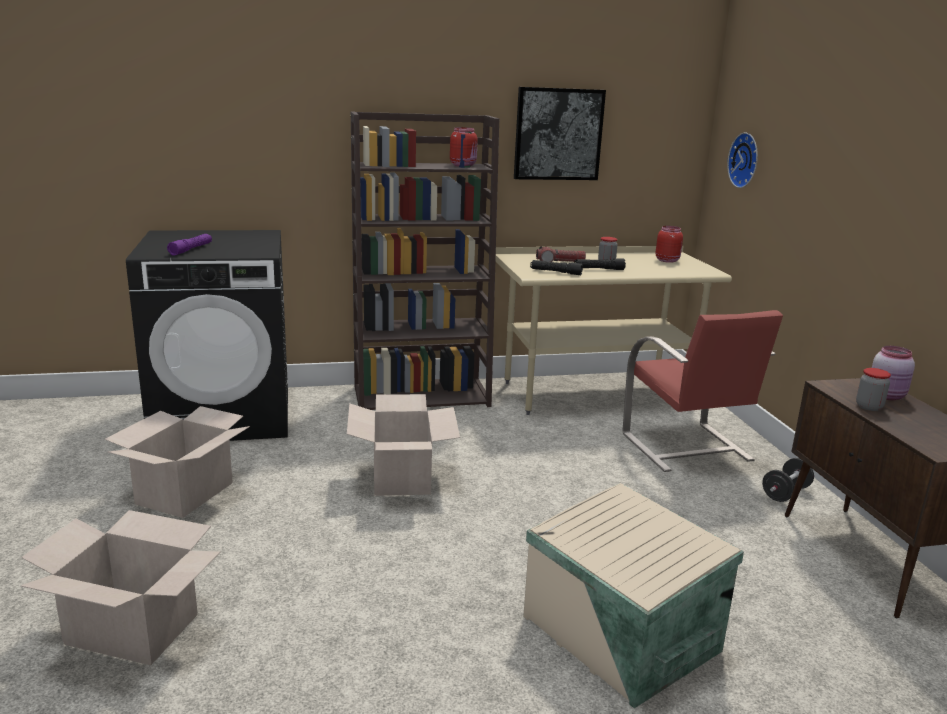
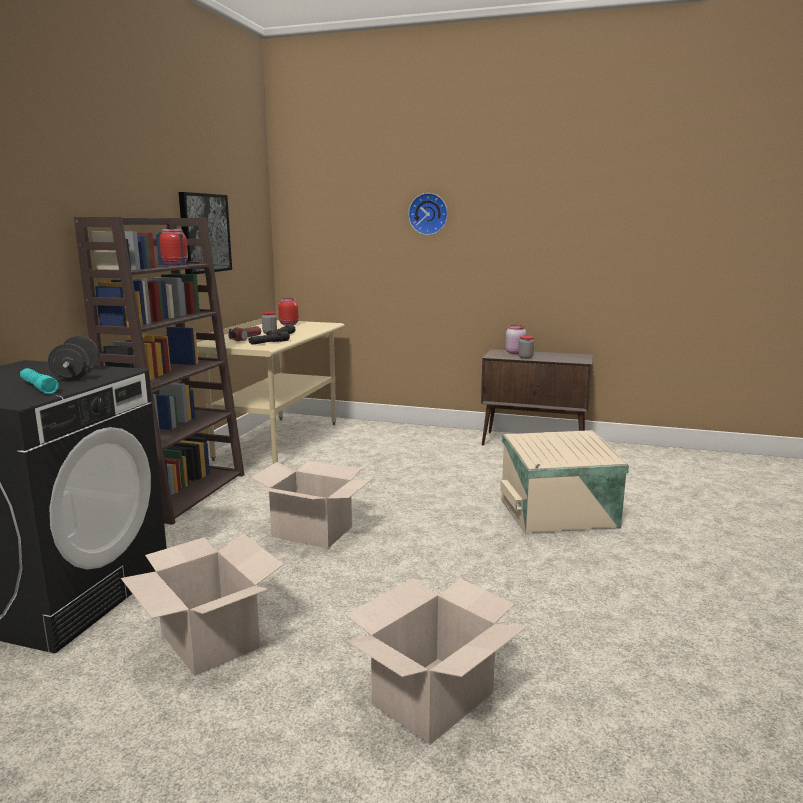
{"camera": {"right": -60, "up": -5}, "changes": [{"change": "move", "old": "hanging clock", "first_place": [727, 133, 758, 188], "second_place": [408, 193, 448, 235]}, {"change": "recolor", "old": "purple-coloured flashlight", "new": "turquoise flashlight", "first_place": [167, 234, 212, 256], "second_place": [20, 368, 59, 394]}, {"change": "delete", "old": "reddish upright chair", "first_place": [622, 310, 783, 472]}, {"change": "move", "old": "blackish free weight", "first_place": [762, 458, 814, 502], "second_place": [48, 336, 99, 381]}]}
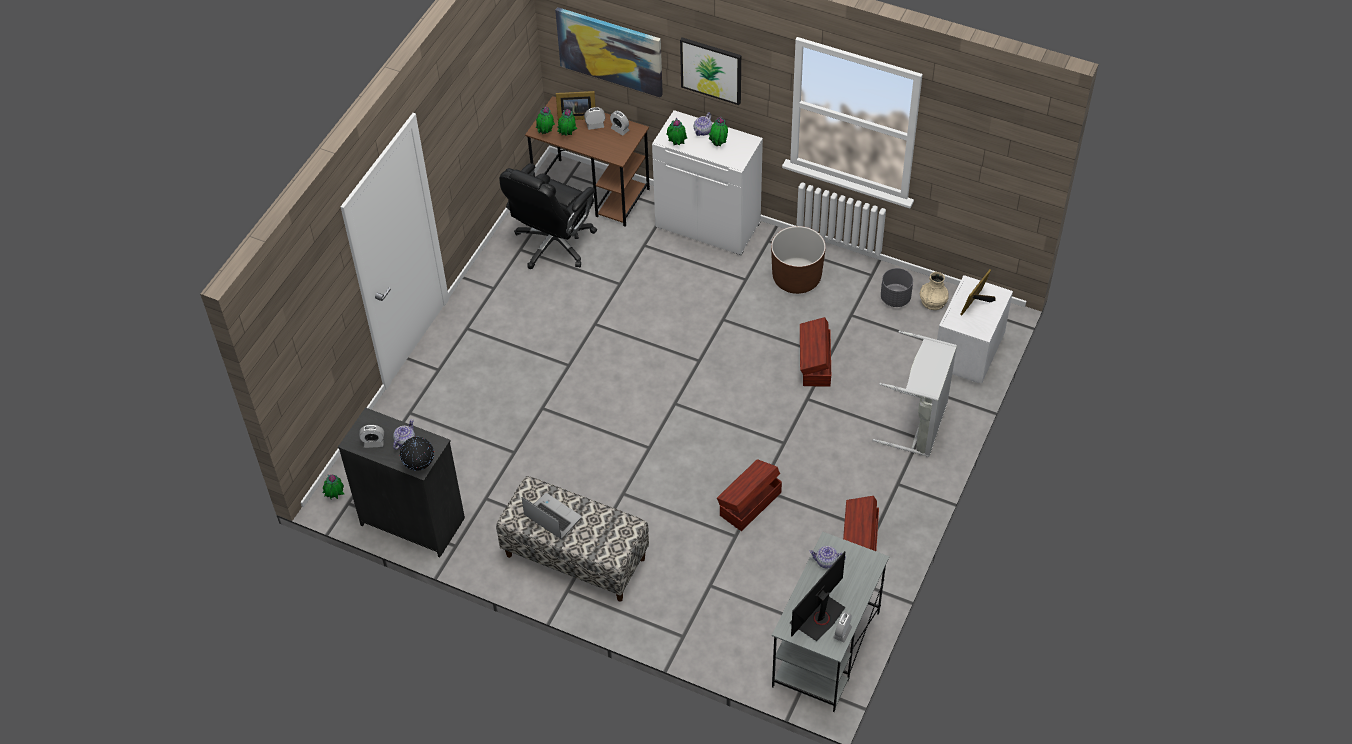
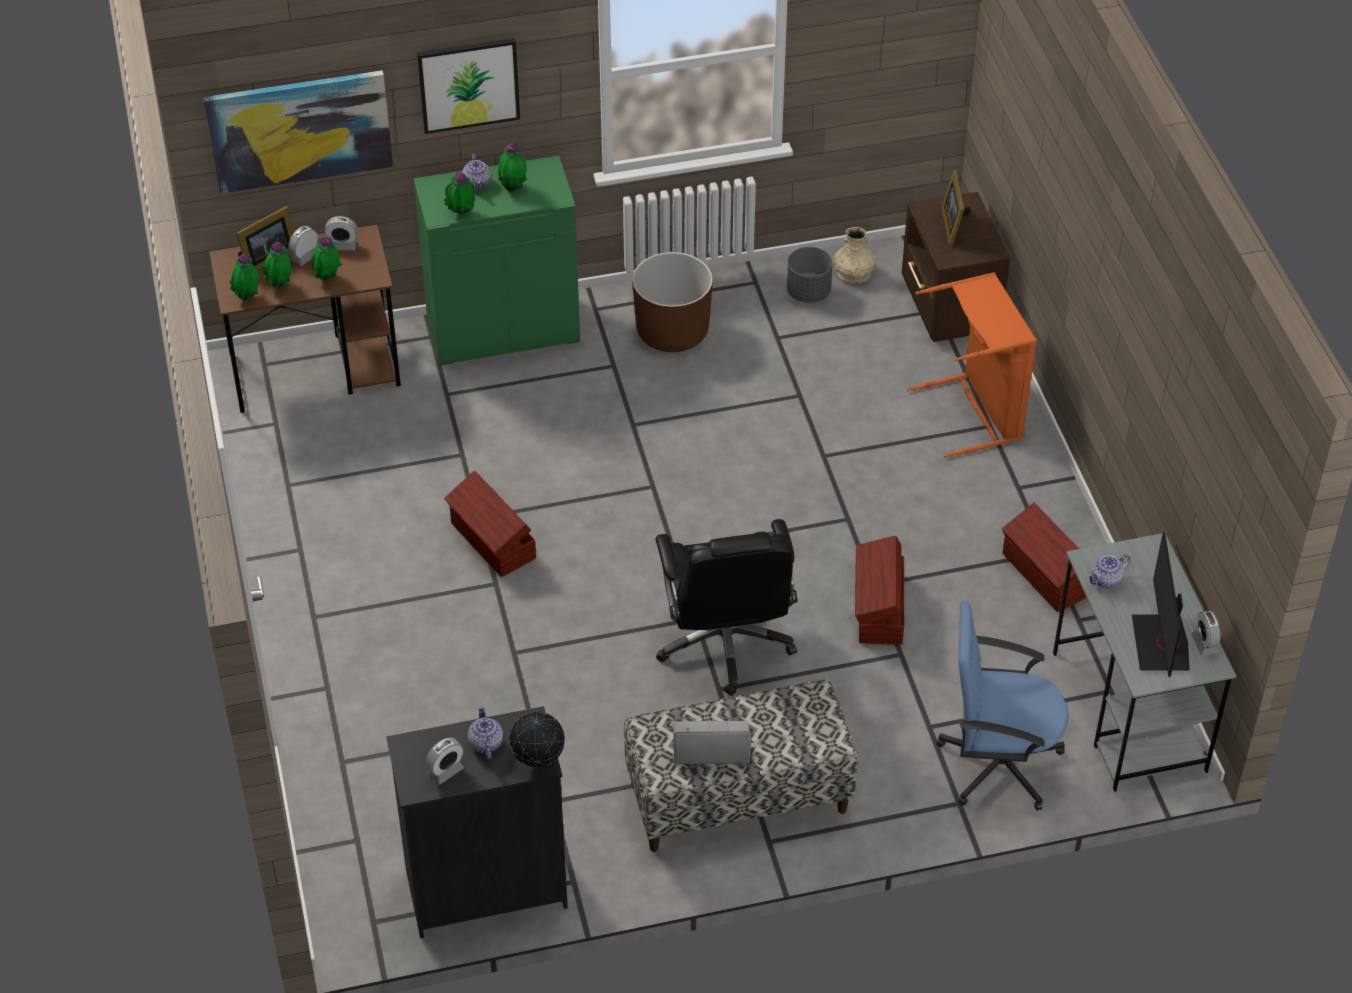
{"camera": {"right": -40, "up": -5}, "changes": [{"change": "recolor", "old": "white cupboard", "new": "green cupboard", "first_place": [652, 110, 763, 255], "second_place": [414, 156, 580, 366]}, {"change": "move", "old": "blackish computer chair", "first_place": [499, 163, 597, 269], "second_place": [656, 519, 797, 696]}, {"change": "recolor", "old": "white nightstand", "new": "brown nightstand", "first_place": [937, 275, 1013, 383], "second_place": [902, 192, 1010, 342]}, {"change": "move", "old": "brown storage bin", "first_place": [800, 317, 831, 387], "second_place": [444, 470, 536, 577]}, {"change": "recolor", "old": "grey hamper", "new": "orangey hamper", "first_place": [873, 330, 957, 457], "second_place": [906, 272, 1037, 458]}, {"change": "move", "old": "plant in a pot", "first_place": [322, 474, 344, 499], "second_place": [311, 236, 342, 280]}, {"change": "insert", "new": "bluish computer chair", "second_place": [936, 601, 1069, 811]}]}
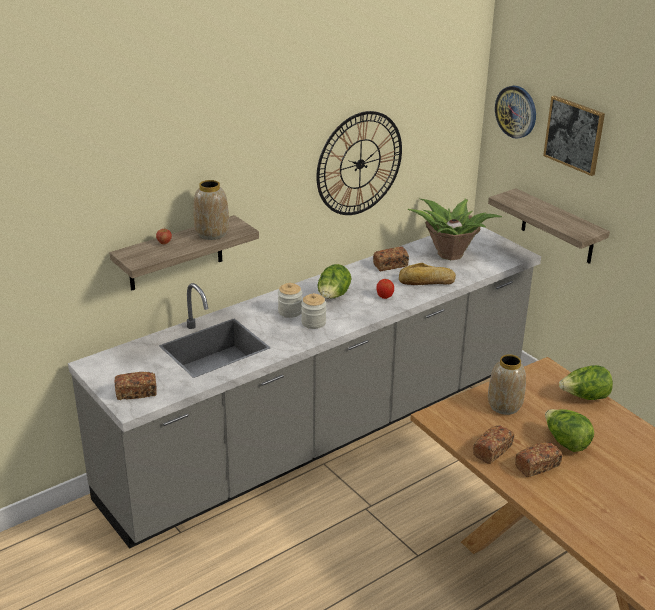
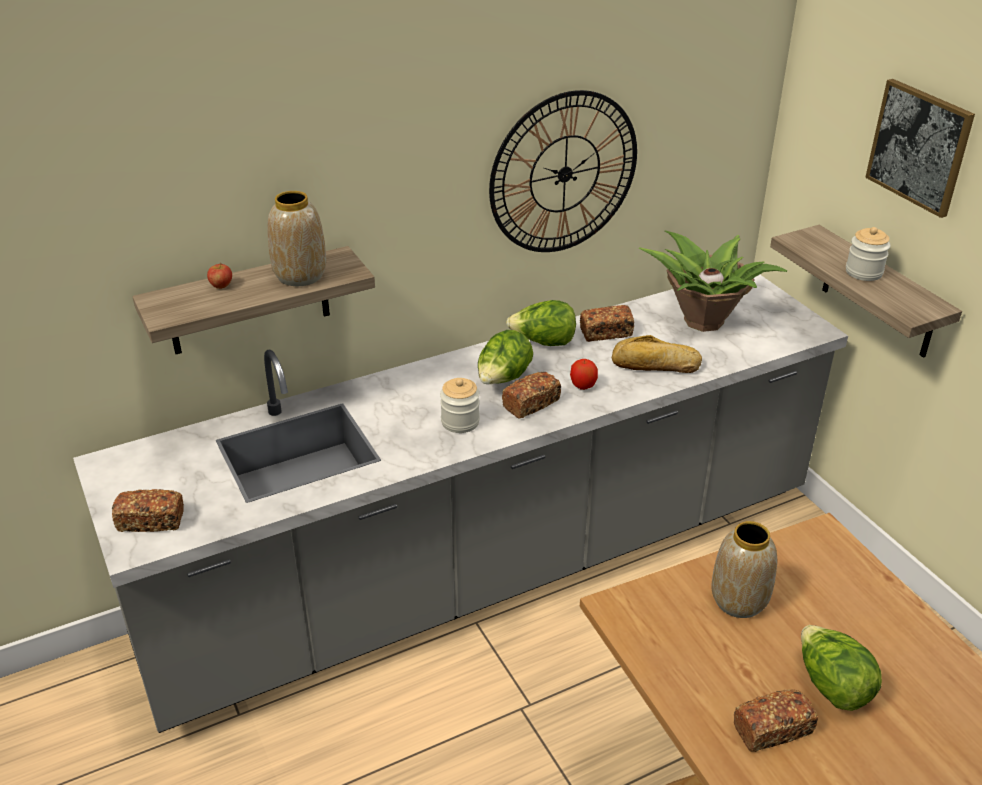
{"camera": {"right": 10, "up": 5}, "changes": [{"change": "delete", "old": "hanging clock", "first_place": [495, 86, 536, 139]}, {"change": "move", "old": "preserve jar", "first_place": [278, 283, 302, 318], "second_place": [846, 227, 891, 281]}, {"change": "move", "old": "lettuce head", "first_place": [559, 365, 613, 400], "second_place": [506, 300, 576, 346]}, {"change": "move", "old": "baked bread", "first_place": [473, 425, 514, 464], "second_place": [502, 372, 561, 418]}]}
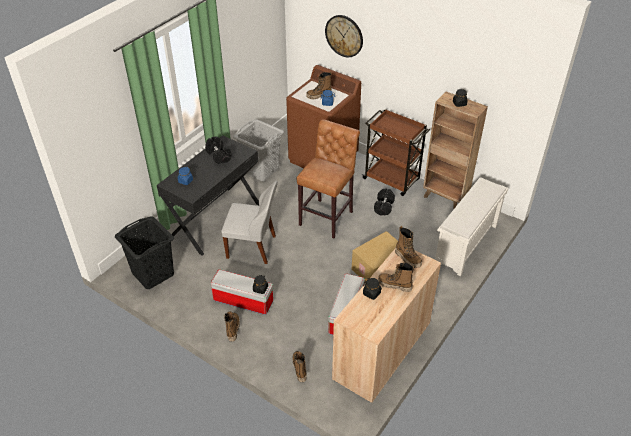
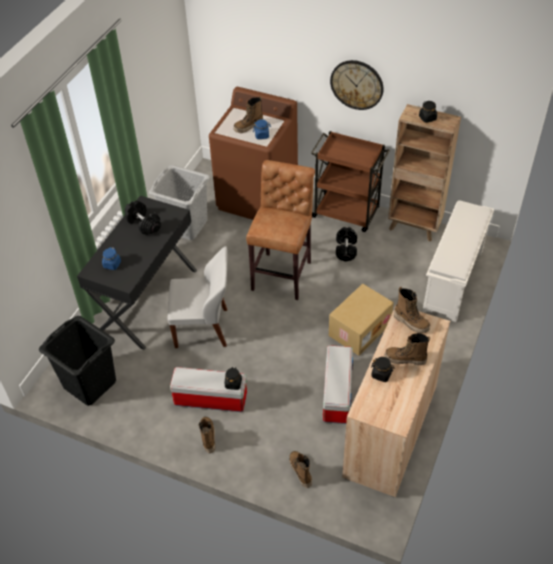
{"camera": {"right": -10, "up": 5}, "changes": [{"change": "move", "old": "hanging clock", "first_place": [325, 15, 363, 57], "second_place": [330, 60, 384, 110]}]}
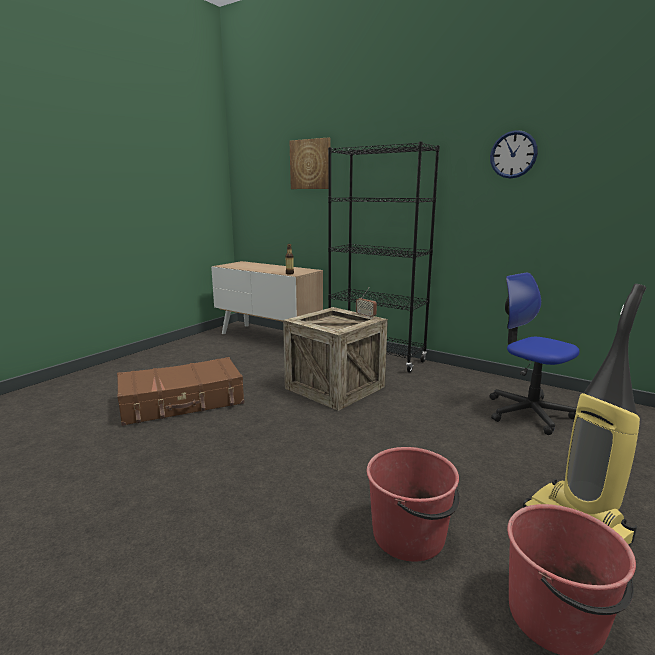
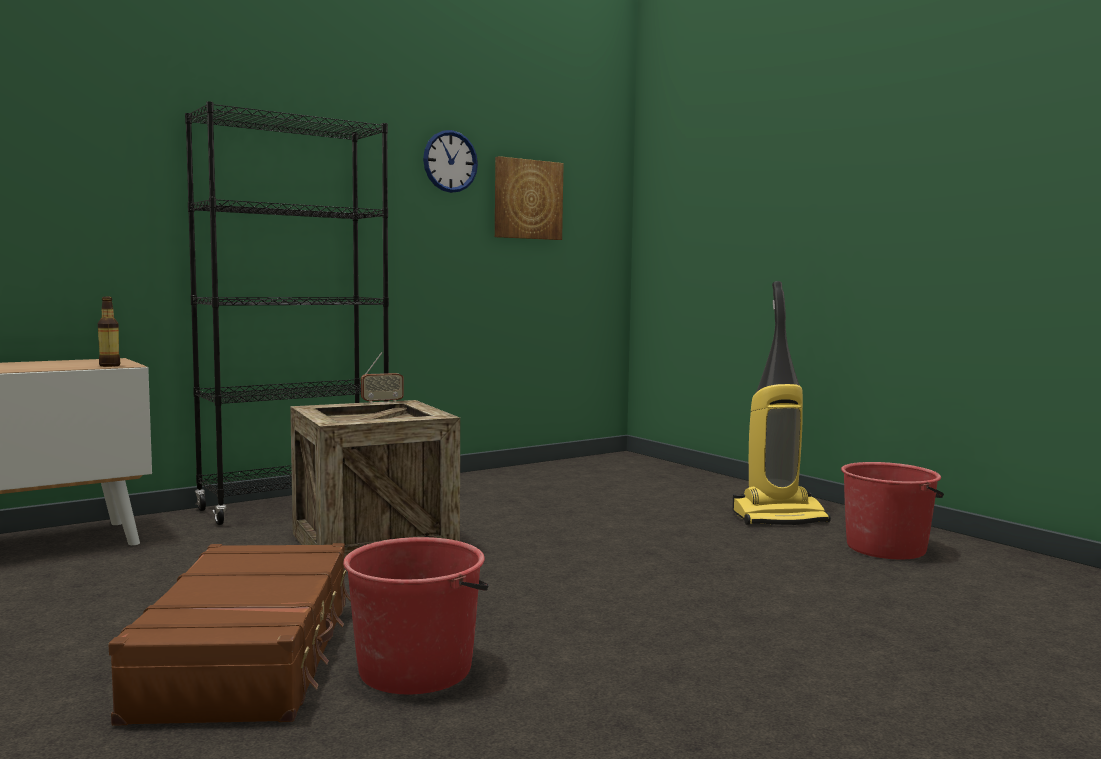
{"camera": {"right": -70, "up": -10}, "changes": [{"change": "move", "old": "wall picture", "first_place": [290, 138, 331, 189], "second_place": [495, 156, 564, 240]}, {"change": "delete", "old": "computer chair", "first_place": [490, 272, 580, 435]}, {"change": "move", "old": "reddish bucket", "first_place": [367, 447, 460, 562], "second_place": [343, 537, 489, 695]}]}
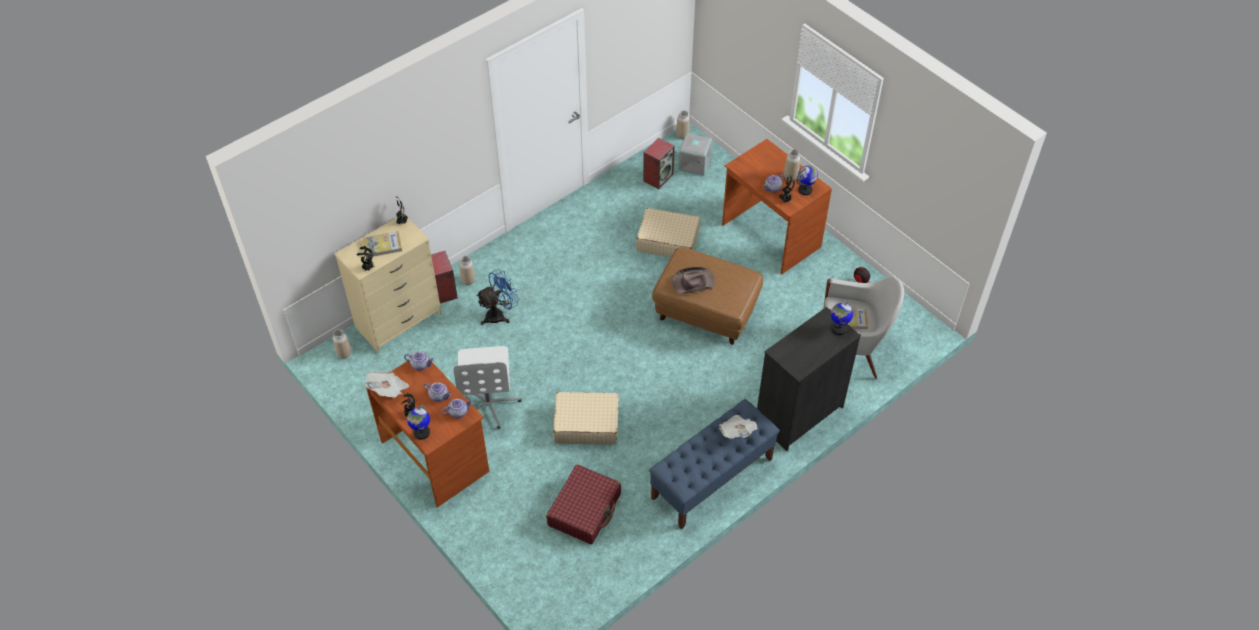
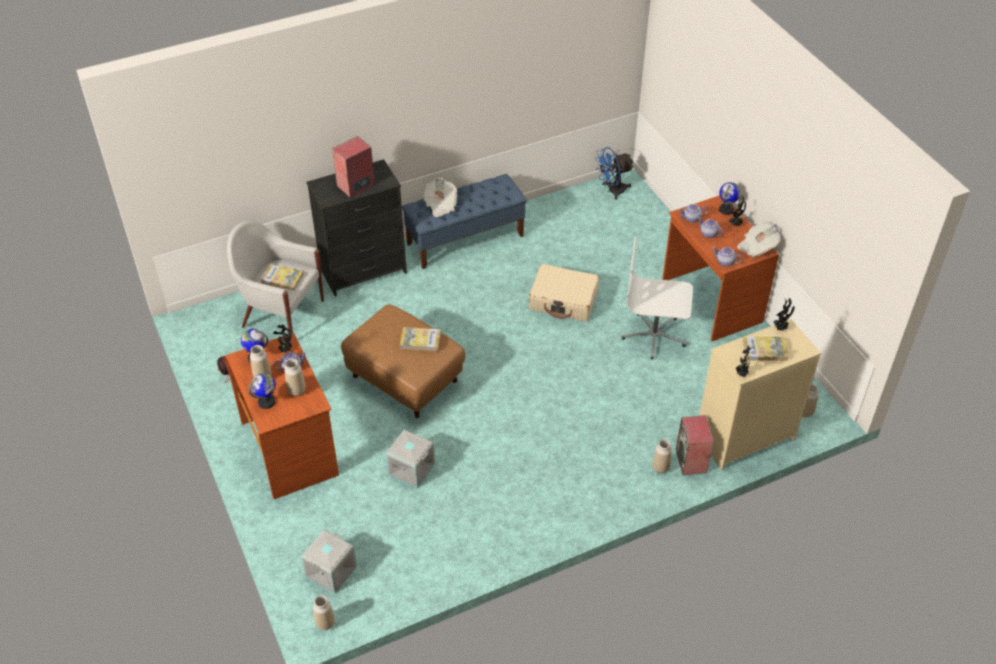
{"camera": {"right": -165, "up": -5}, "changes": [{"change": "move", "old": "loudspeaker", "first_place": [643, 137, 675, 189], "second_place": [332, 136, 375, 198]}, {"change": "replace", "old": "beige suitcase", "new": "grey storage bin", "first_place": [636, 208, 700, 257], "second_place": [385, 430, 435, 488]}, {"change": "replace", "old": "brown hat", "new": "book", "first_place": [672, 267, 715, 293], "second_place": [400, 327, 440, 351]}, {"change": "move", "old": "bluish electric fan", "first_place": [476, 269, 519, 325], "second_place": [595, 147, 634, 200]}, {"change": "move", "old": "world globe", "first_place": [831, 302, 853, 335], "second_place": [248, 373, 276, 409]}, {"change": "rotate", "old": "white computer chair", "first_place": [453, 346, 521, 429], "second_place": [622, 237, 693, 360], "degrees": -90}, {"change": "delete", "old": "reddish suitcase", "first_place": [546, 464, 621, 544]}, {"change": "insert", "new": "vase", "second_place": [284, 359, 306, 396]}]}
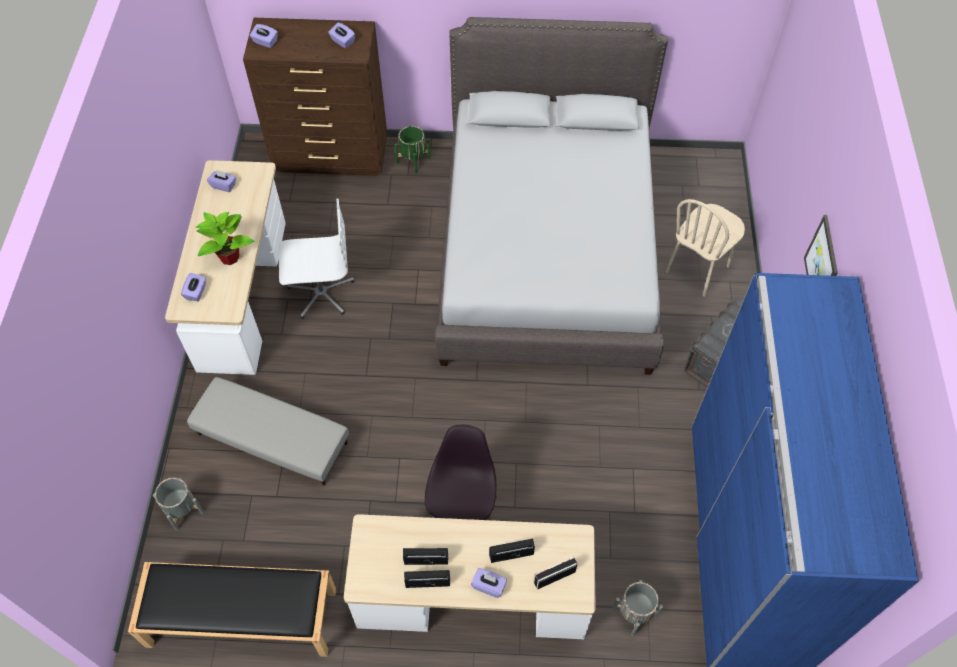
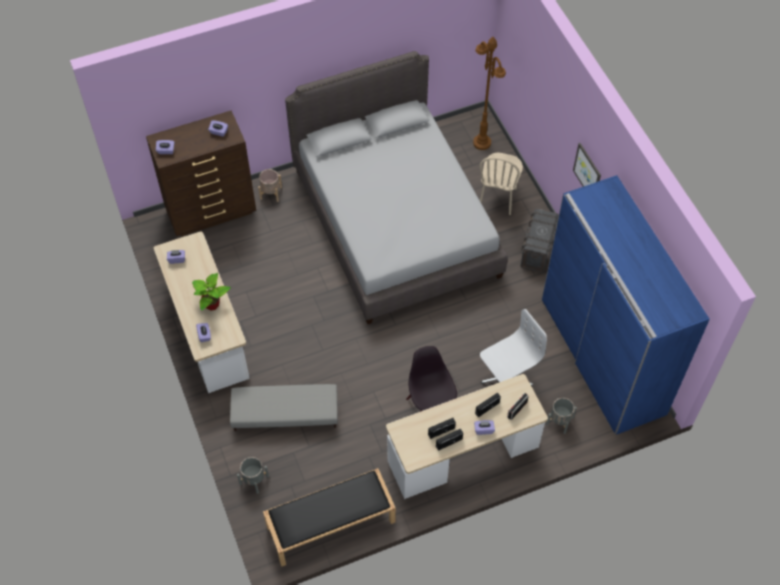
{"camera": {"right": -25, "up": 0}, "changes": [{"change": "recolor", "old": "green flower pot", "new": "beige flower pot", "first_place": [394, 126, 430, 173], "second_place": [258, 169, 282, 202]}, {"change": "move", "old": "white computer chair", "first_place": [278, 198, 354, 319], "second_place": [480, 309, 547, 386]}, {"change": "insert", "new": "brown floor lamp", "second_place": [473, 37, 506, 150]}]}
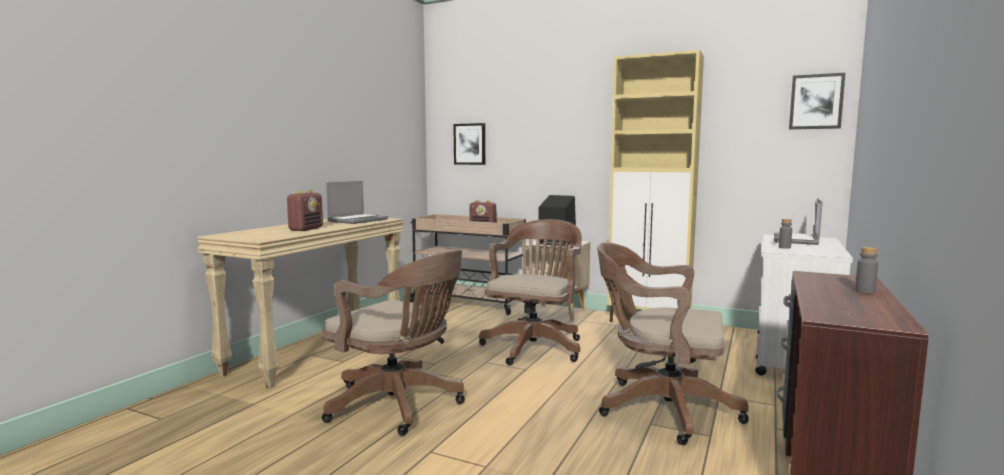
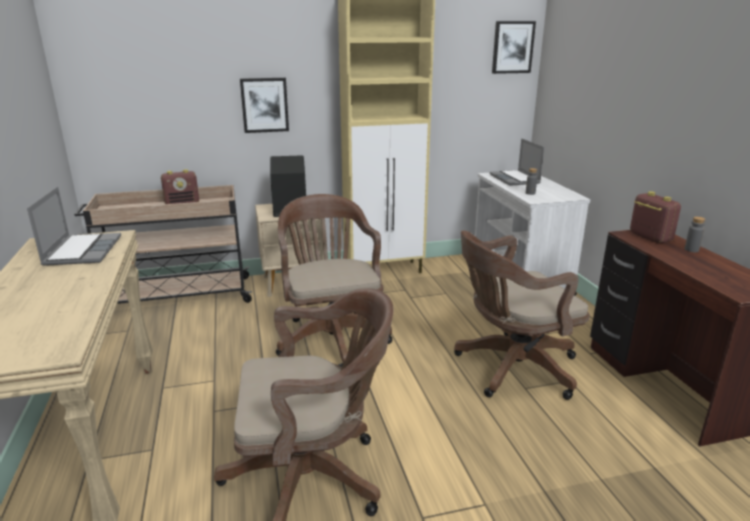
{"camera": {"right": -40, "up": 15}, "changes": [{"change": "move", "old": "wall picture", "first_place": [453, 123, 485, 165], "second_place": [240, 78, 289, 133]}, {"change": "move", "old": "radio receiver", "first_place": [287, 190, 323, 231], "second_place": [630, 191, 681, 243]}]}
